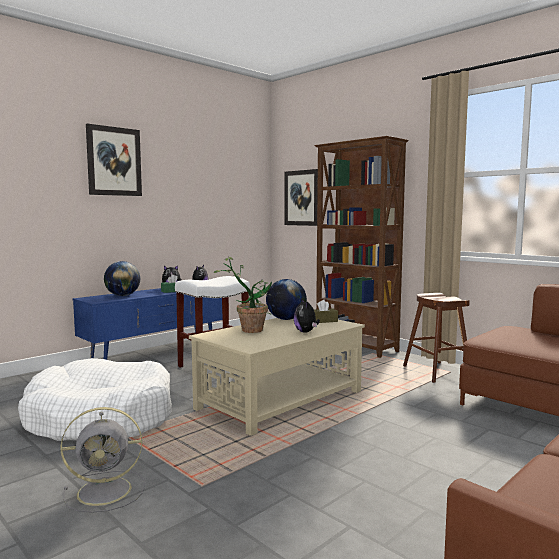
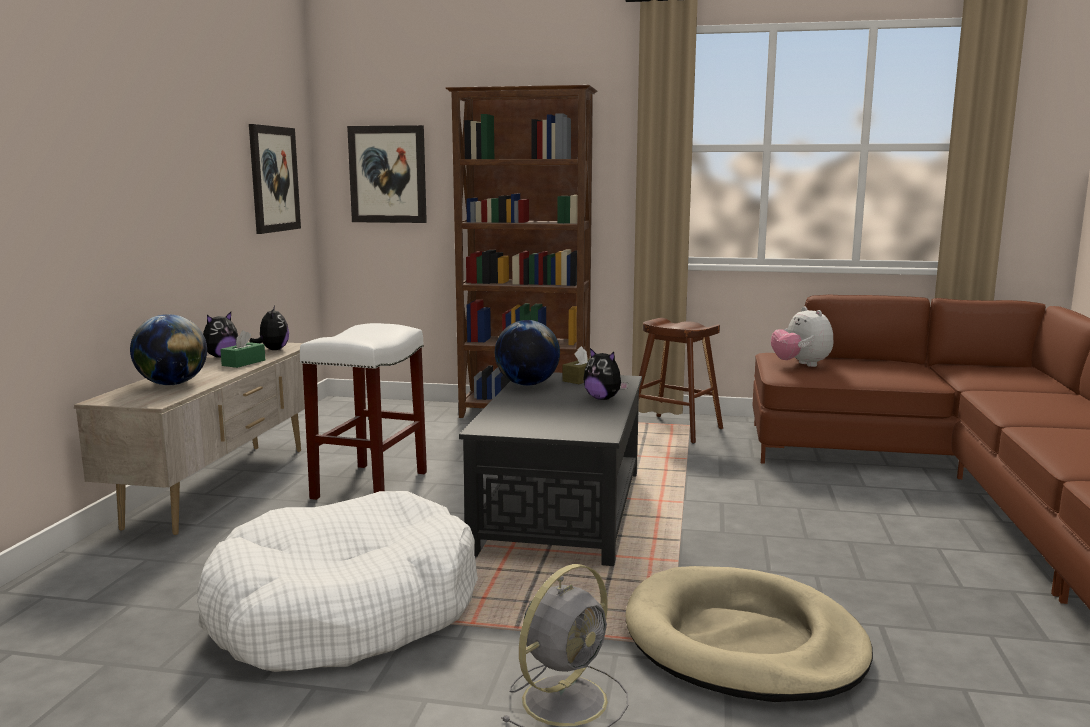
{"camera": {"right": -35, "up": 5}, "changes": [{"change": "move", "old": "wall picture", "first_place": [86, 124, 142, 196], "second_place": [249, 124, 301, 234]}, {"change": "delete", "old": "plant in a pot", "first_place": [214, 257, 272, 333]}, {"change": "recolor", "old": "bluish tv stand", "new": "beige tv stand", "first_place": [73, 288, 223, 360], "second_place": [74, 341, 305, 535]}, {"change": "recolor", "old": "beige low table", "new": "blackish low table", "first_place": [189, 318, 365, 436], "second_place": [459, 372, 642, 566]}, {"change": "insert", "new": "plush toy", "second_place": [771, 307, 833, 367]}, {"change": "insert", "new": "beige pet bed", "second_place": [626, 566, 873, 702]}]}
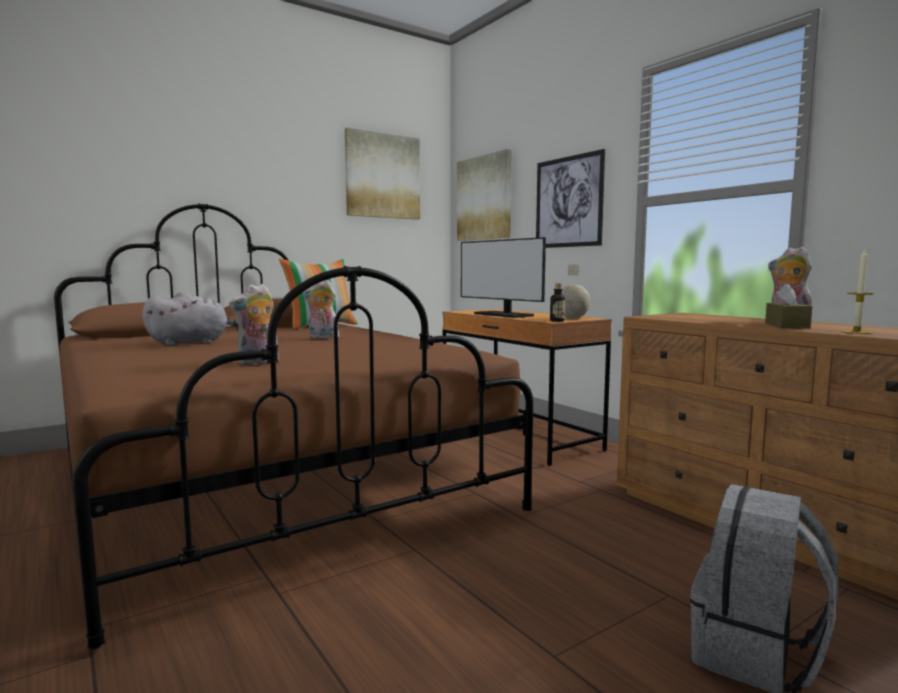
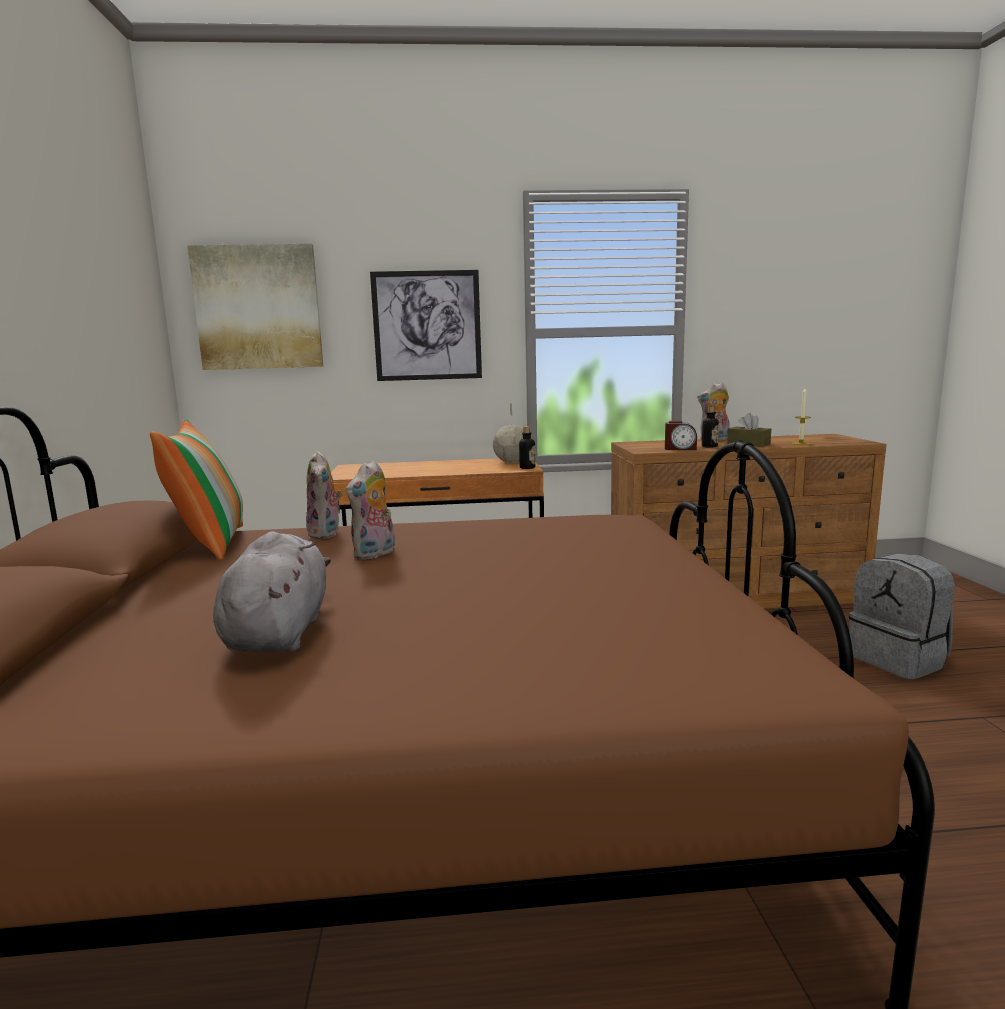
{"camera": {"right": -60, "up": 5}, "changes": [{"change": "delete", "old": "wall picture", "first_place": [345, 128, 420, 220]}, {"change": "delete", "old": "computer display", "first_place": [461, 237, 546, 318]}, {"change": "move", "old": "plush toy", "first_place": [229, 284, 278, 366], "second_place": [306, 451, 343, 539]}, {"change": "insert", "new": "drink bottle", "second_place": [702, 406, 719, 448]}, {"change": "insert", "new": "bedside clock", "second_place": [665, 421, 697, 450]}]}
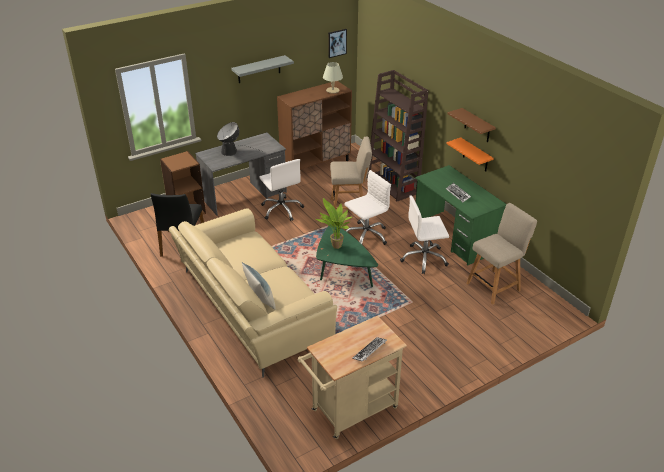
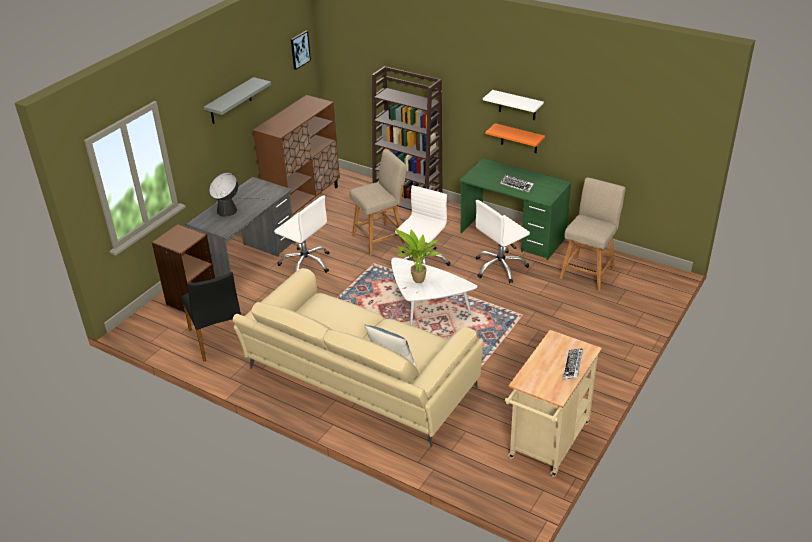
{"camera": {"right": -25, "up": 0}, "changes": [{"change": "delete", "old": "beige tabletop lamp", "first_place": [323, 62, 343, 94]}, {"change": "recolor", "old": "brown shelf", "new": "white shelf", "first_place": [447, 108, 496, 142], "second_place": [483, 90, 544, 120]}, {"change": "recolor", "old": "green low table", "new": "white low table", "first_place": [316, 224, 378, 287], "second_place": [391, 257, 477, 325]}]}
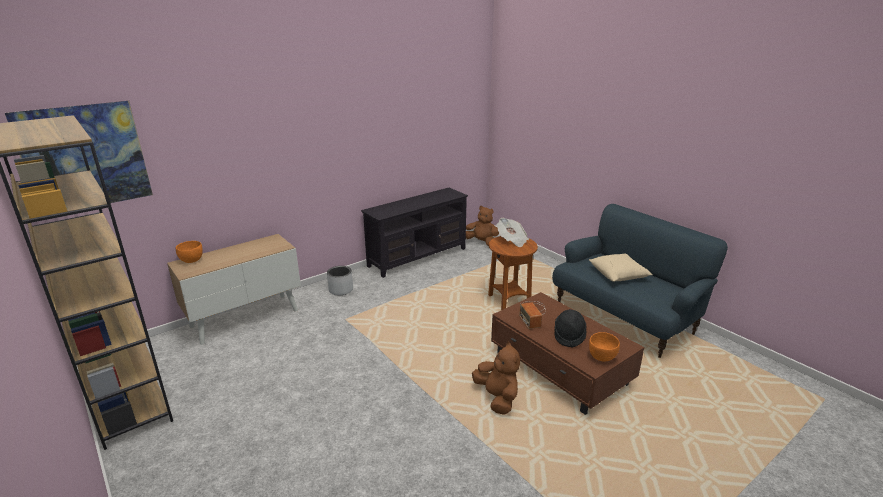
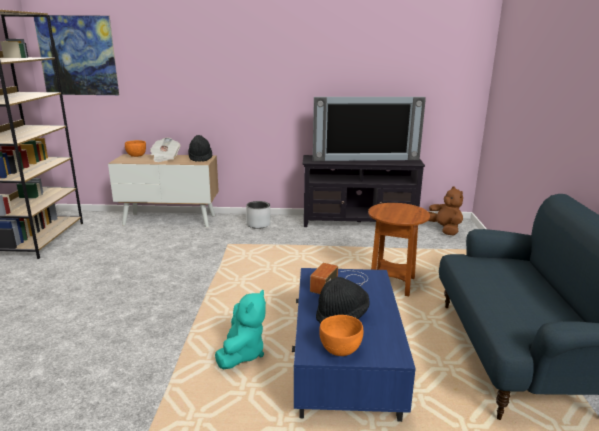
{"camera": {"right": 40, "up": -5}, "changes": [{"change": "move", "old": "daily paper", "first_place": [496, 218, 529, 247], "second_place": [150, 138, 181, 162]}, {"change": "delete", "old": "beige throw pillow", "first_place": [589, 253, 653, 282]}, {"change": "recolor", "old": "brown low table", "new": "bluish low table", "first_place": [491, 292, 644, 415], "second_place": [292, 268, 416, 422]}, {"change": "recolor", "old": "brown plush toy", "new": "turquoise plush toy", "first_place": [472, 342, 520, 415], "second_place": [215, 290, 266, 369]}, {"change": "insert", "new": "television", "second_place": [313, 97, 426, 161]}, {"change": "insert", "new": "blackish hat", "second_place": [188, 135, 212, 162]}]}
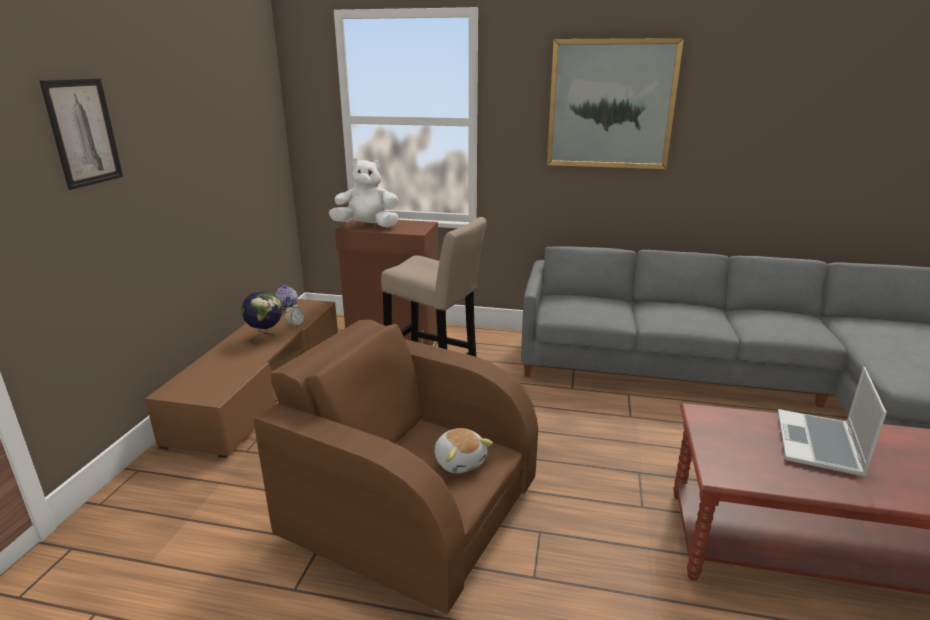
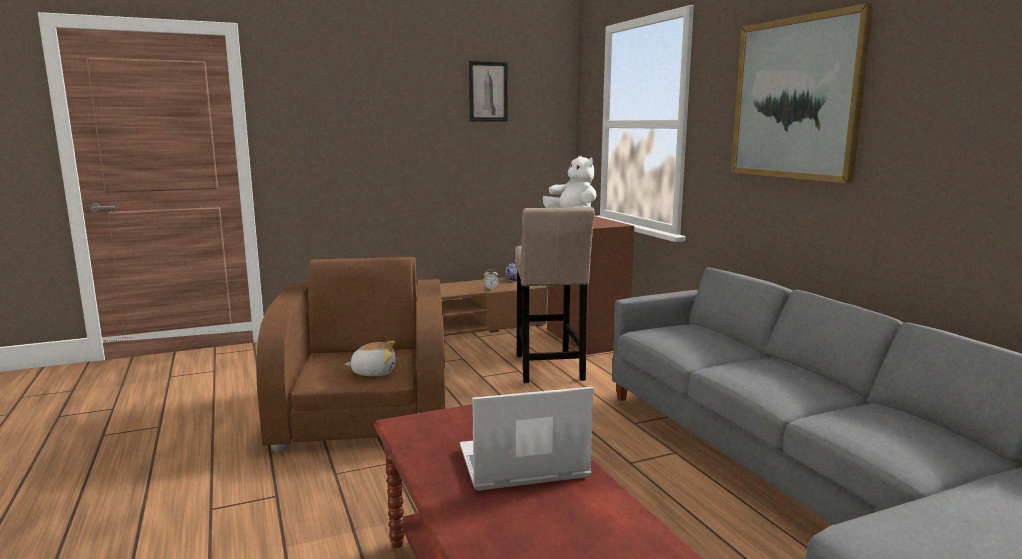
{"camera": {"right": 55, "up": -10}, "changes": [{"change": "move", "old": "wall picture", "first_place": [39, 78, 123, 190], "second_place": [469, 61, 508, 122]}, {"change": "delete", "old": "world globe", "first_place": [241, 291, 282, 345]}, {"change": "rotate", "old": "plush toy", "first_place": [435, 428, 493, 474], "second_place": [345, 341, 396, 376], "degrees": -120}]}
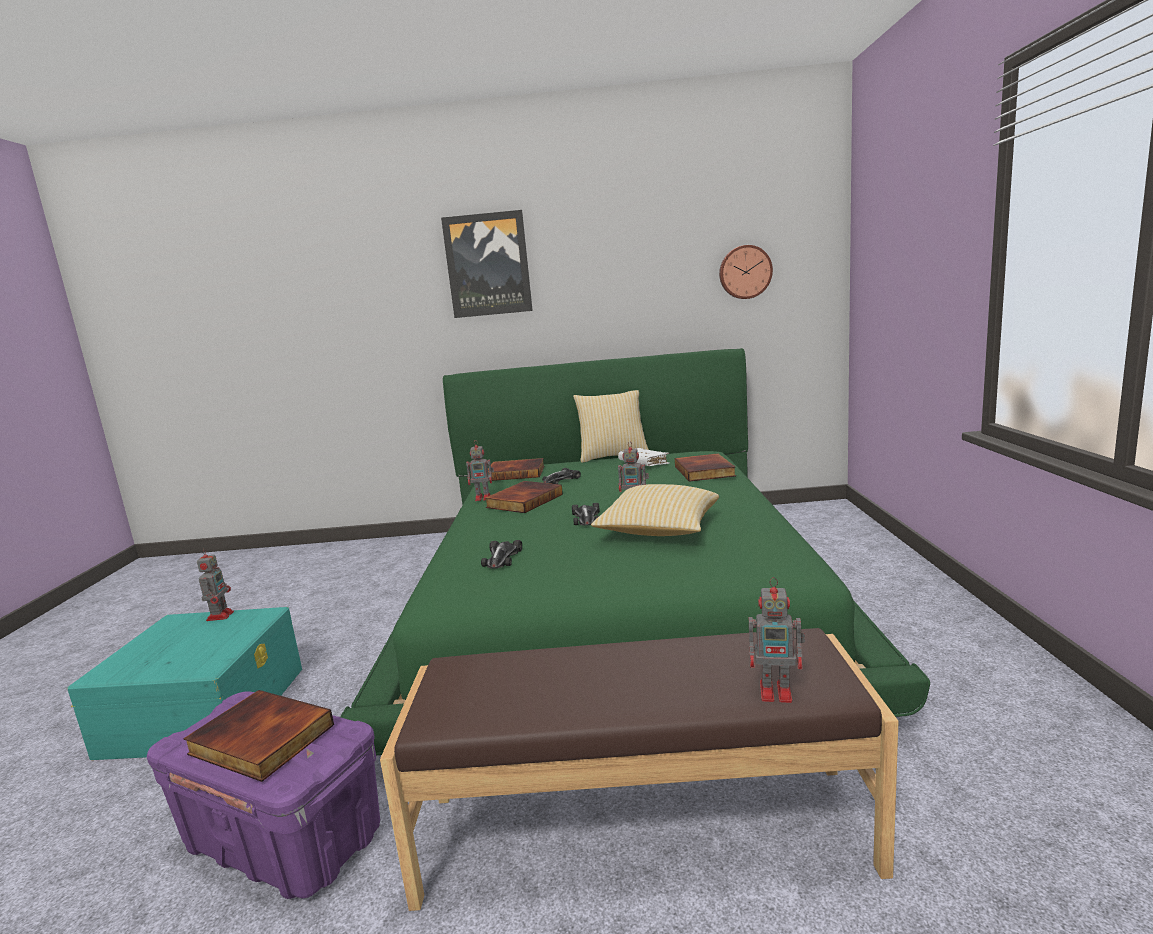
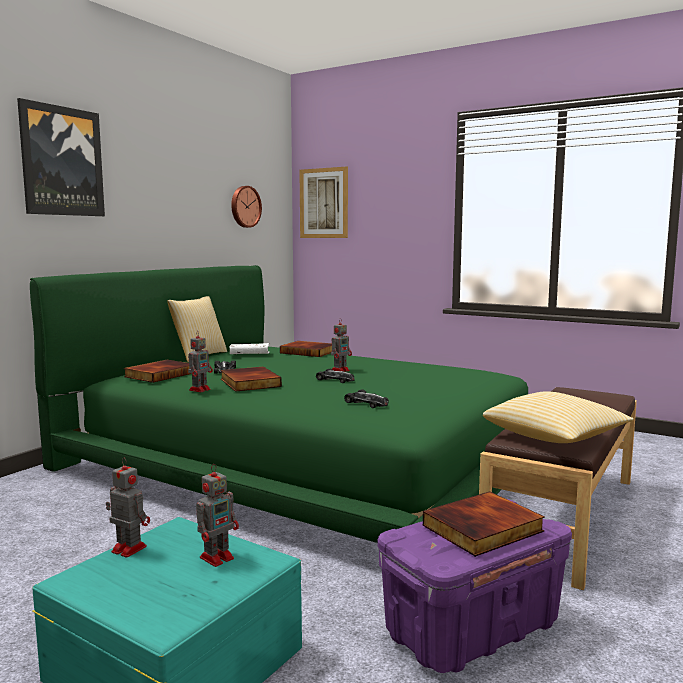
{"camera": {"right": -60, "up": -5}, "changes": [{"change": "move", "old": "throw pillow", "first_place": [591, 484, 719, 536], "second_place": [483, 391, 634, 443]}, {"change": "move", "old": "model robot", "first_place": [749, 577, 805, 703], "second_place": [196, 464, 239, 567]}, {"change": "insert", "new": "wall picture", "second_place": [299, 166, 348, 238]}]}
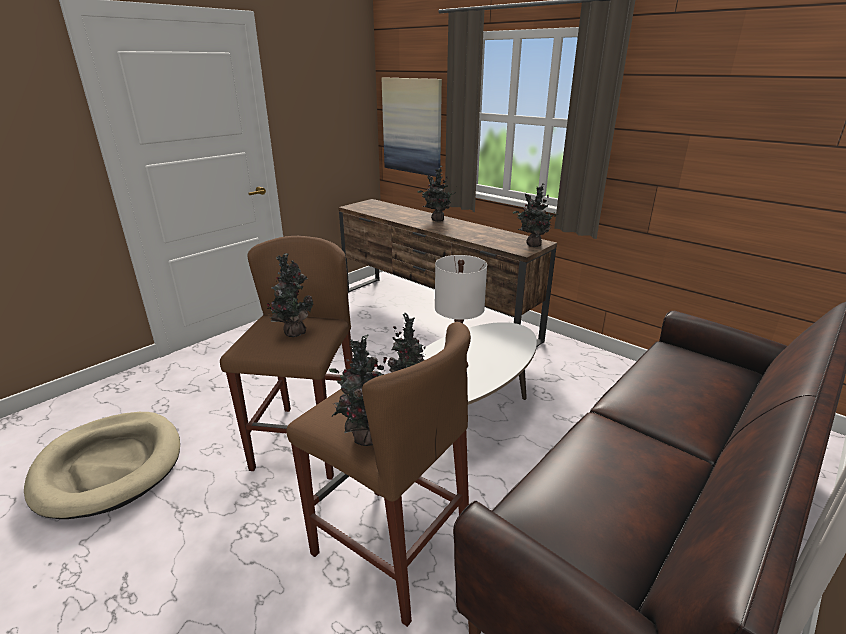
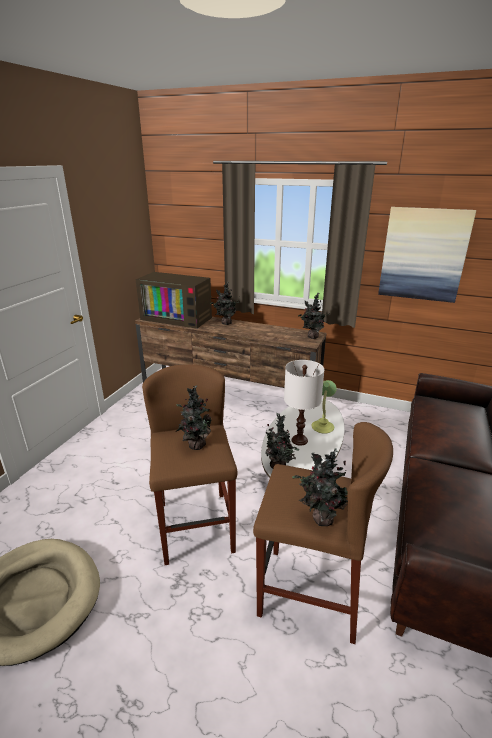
{"camera": {"right": -20, "up": 0}, "changes": [{"change": "move", "old": "wall picture", "first_place": [382, 78, 442, 177], "second_place": [378, 207, 476, 303]}, {"change": "insert", "new": "television", "second_place": [136, 272, 212, 329]}, {"change": "insert", "new": "tabletop lamp", "second_place": [311, 380, 337, 434]}]}
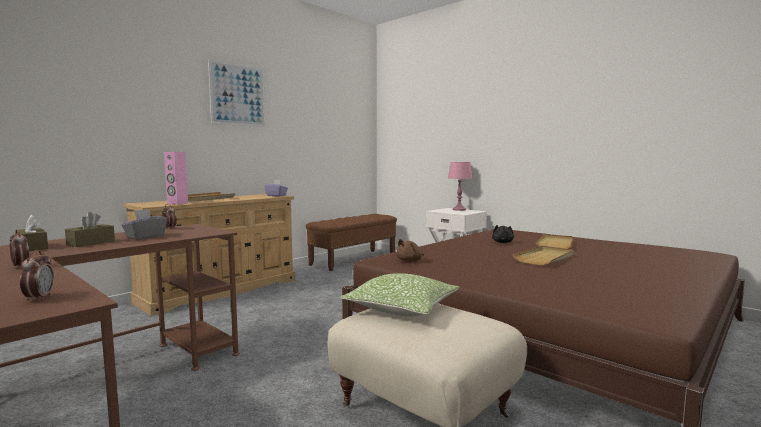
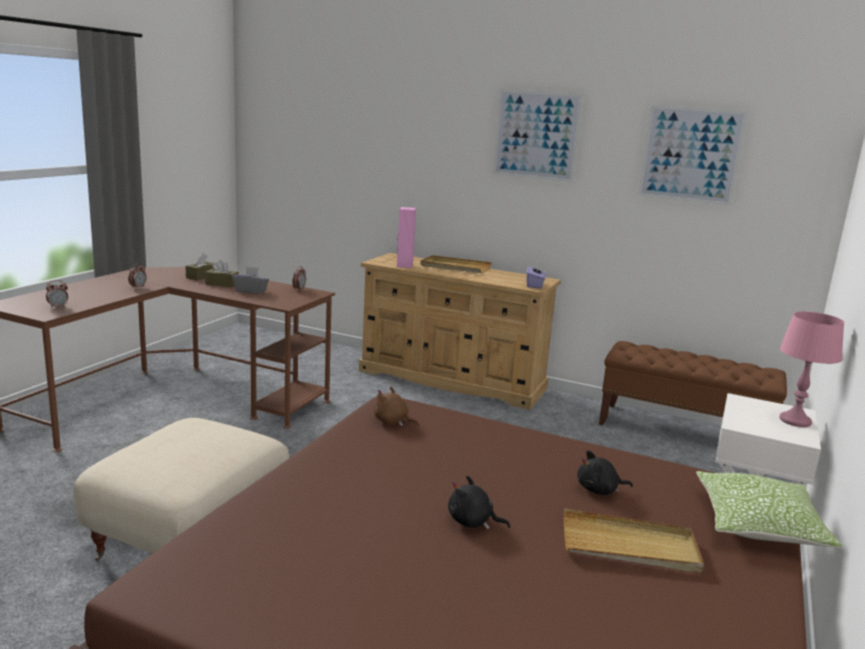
{"camera": {"right": 70, "up": 10}, "changes": [{"change": "replace", "old": "beige serving tray", "new": "blackish plush toy", "first_place": [512, 246, 573, 265], "second_place": [448, 475, 510, 529]}, {"change": "move", "old": "throw pillow", "first_place": [340, 273, 459, 317], "second_place": [696, 471, 843, 548]}, {"change": "insert", "new": "wall picture", "second_place": [638, 105, 748, 206]}]}
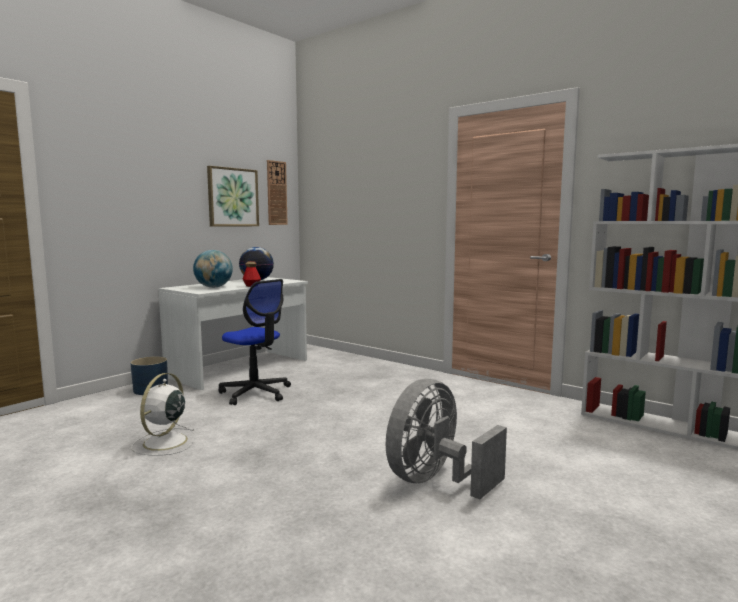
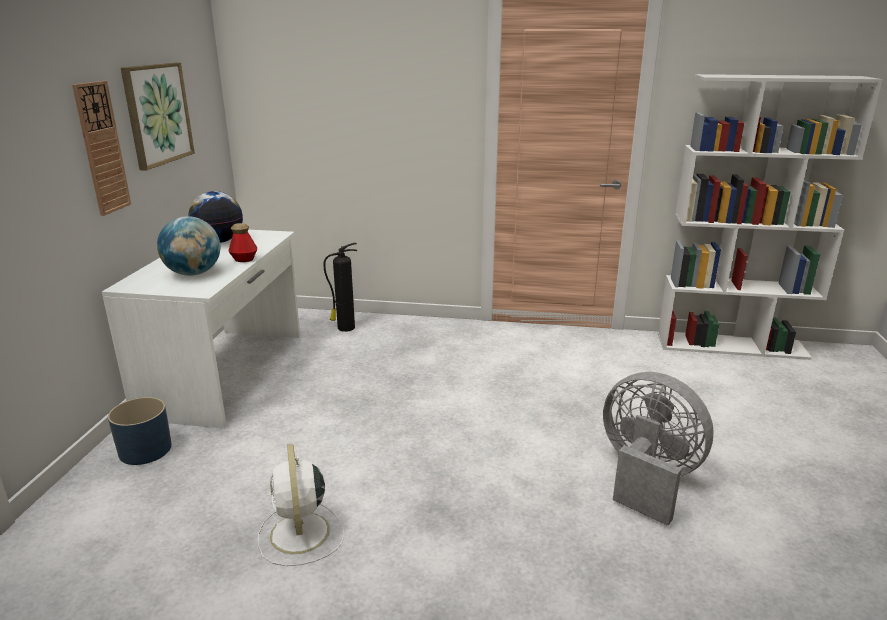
{"camera": {"right": -30, "up": 15}, "changes": [{"change": "move", "old": "hanging clock", "first_place": [267, 160, 288, 225], "second_place": [72, 81, 131, 216]}, {"change": "delete", "old": "computer chair", "first_place": [219, 279, 291, 405]}, {"change": "rotate", "old": "grey electric fan", "first_place": [386, 379, 507, 499], "second_place": [603, 372, 714, 526], "degrees": 120}, {"change": "insert", "new": "fire-fighting cylinder", "second_place": [323, 243, 357, 332]}]}
